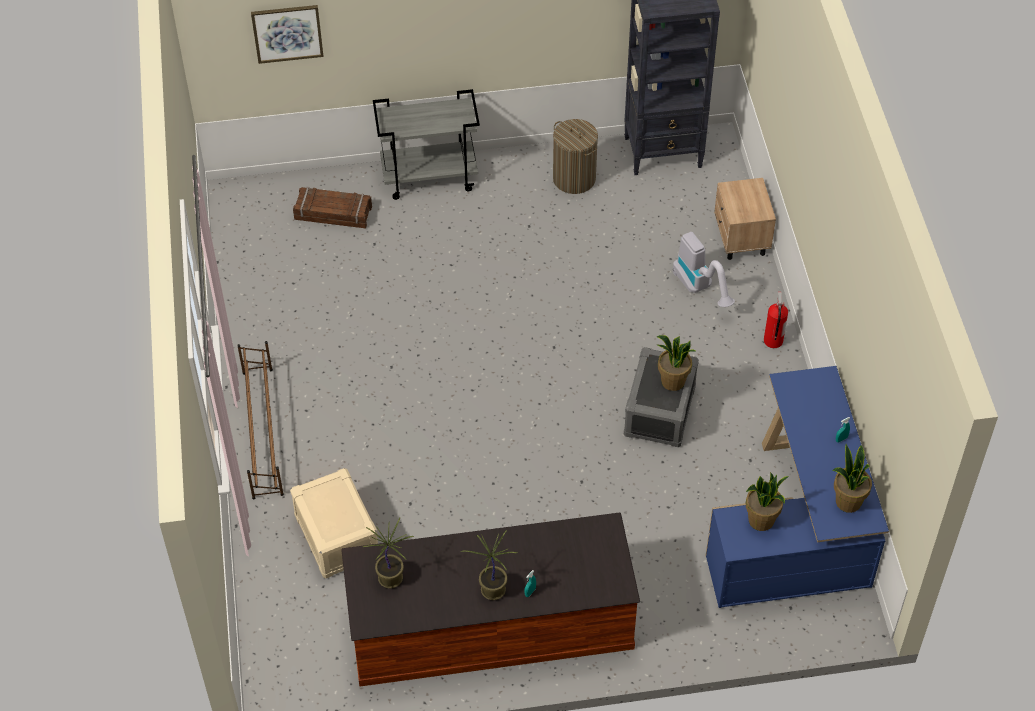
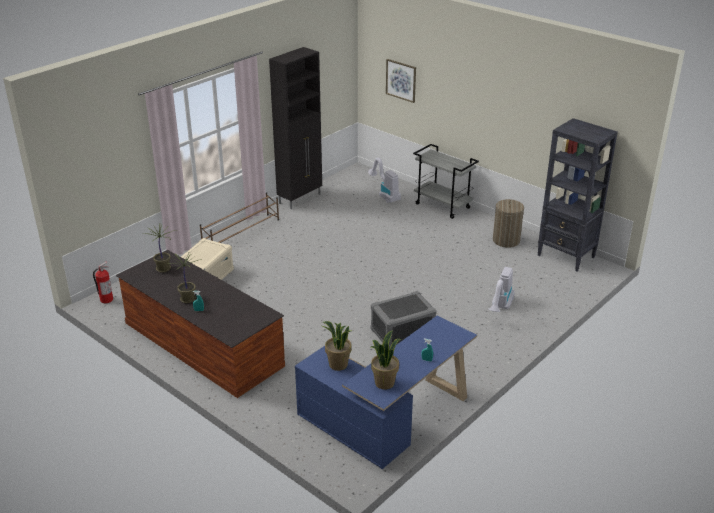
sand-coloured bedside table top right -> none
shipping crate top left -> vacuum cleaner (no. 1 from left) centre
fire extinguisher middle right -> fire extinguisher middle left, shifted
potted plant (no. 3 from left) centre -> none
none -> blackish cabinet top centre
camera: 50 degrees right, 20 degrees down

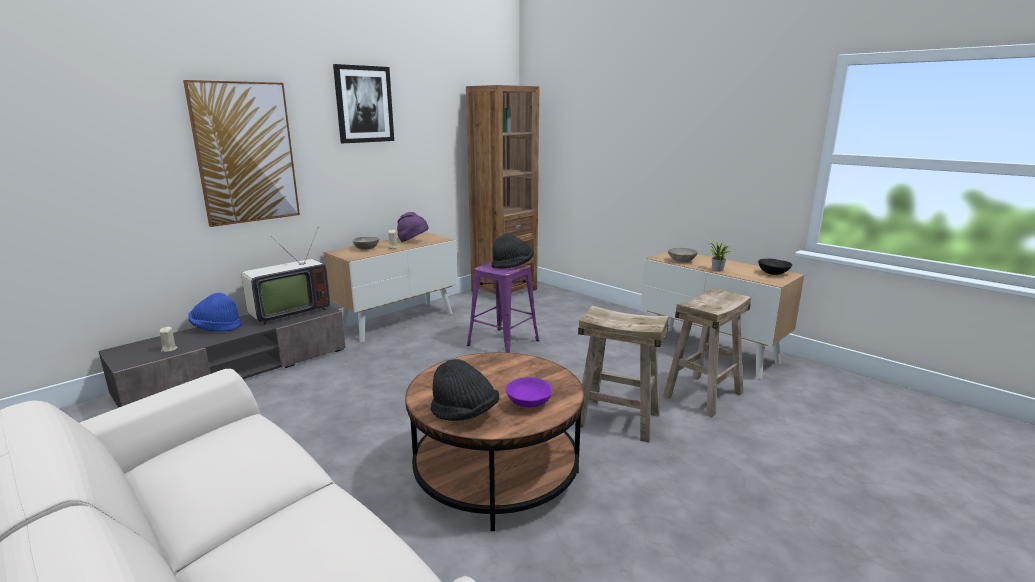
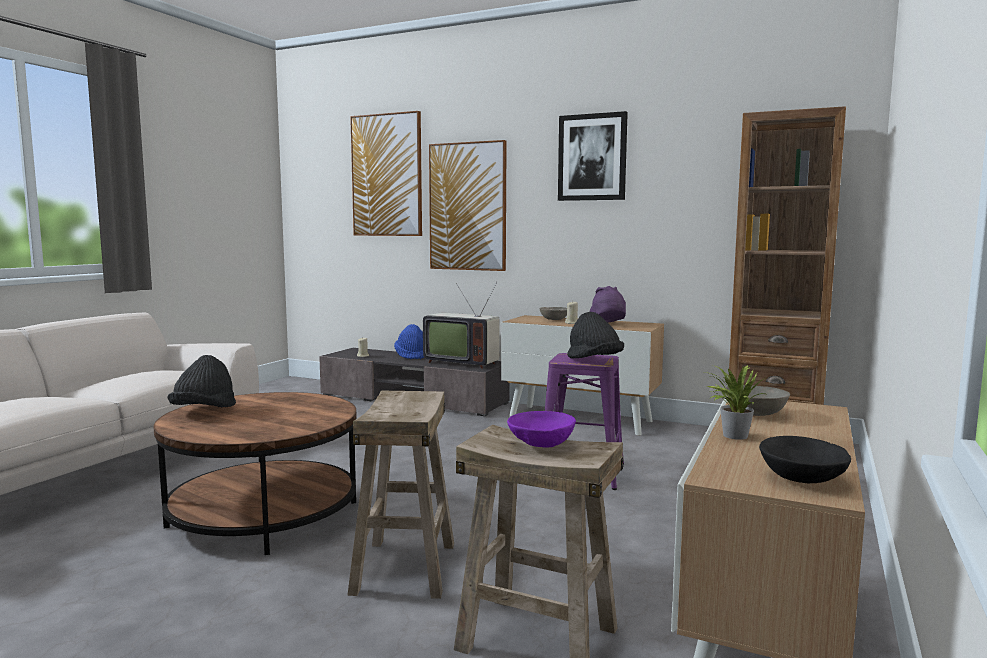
purple serving bowl bottom centre -> purple serving bowl centre, shifted
none -> picture (no. 1 from left) top centre
camera: 70 degrees right, 10 degrees down

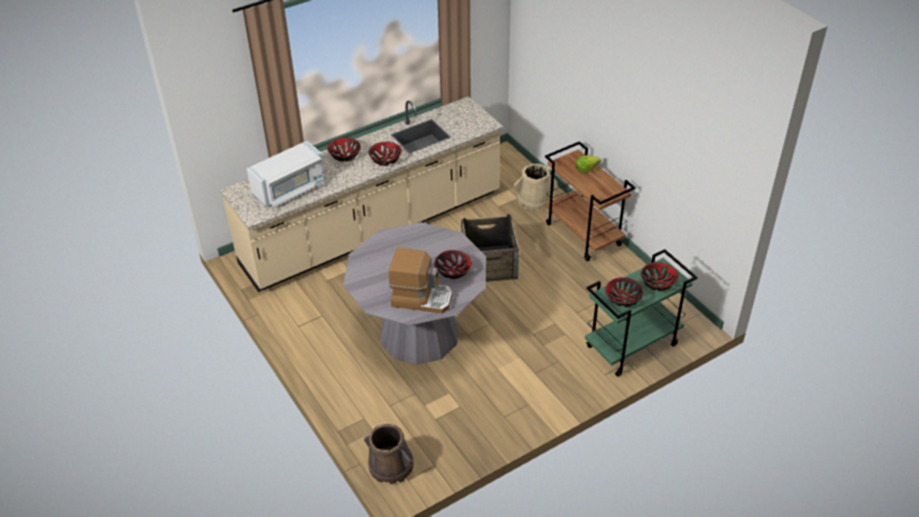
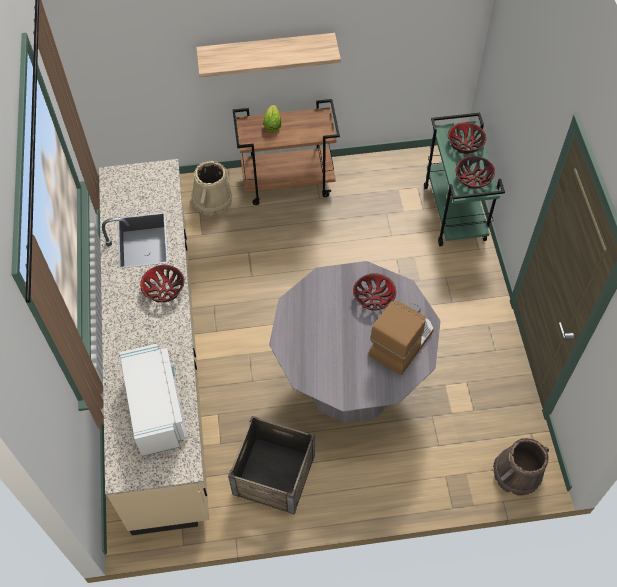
serving bowl (no. 1 from left) top centre -> none
shipping crate centre -> shipping crate bottom centre, shifted
none -> bracket shelf top centre
camera: 65 degrees left, 15 degrees up

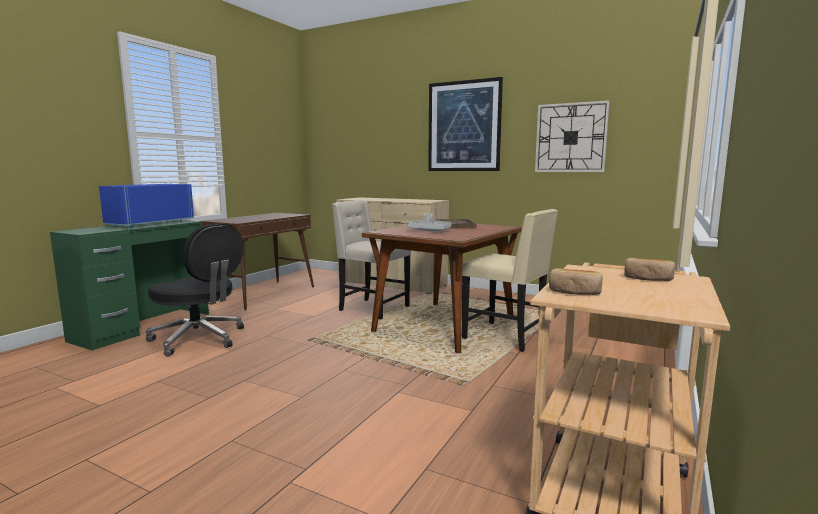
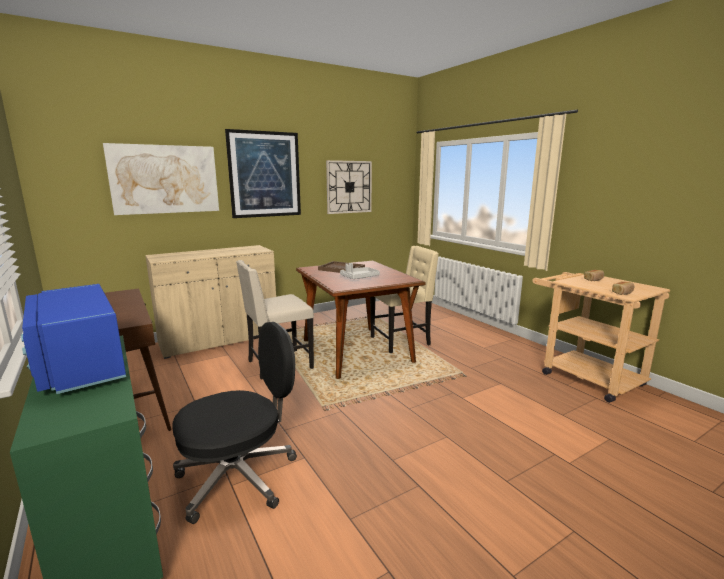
none -> picture (no. 1 from left) top left
camera: 60 degrees left, 5 degrees up

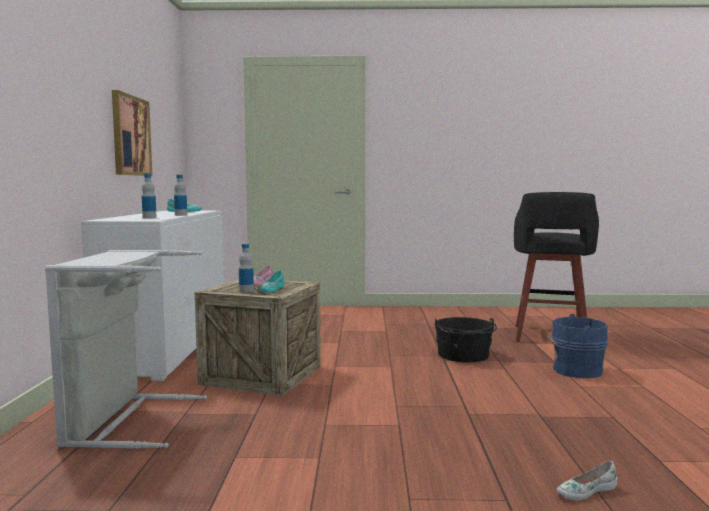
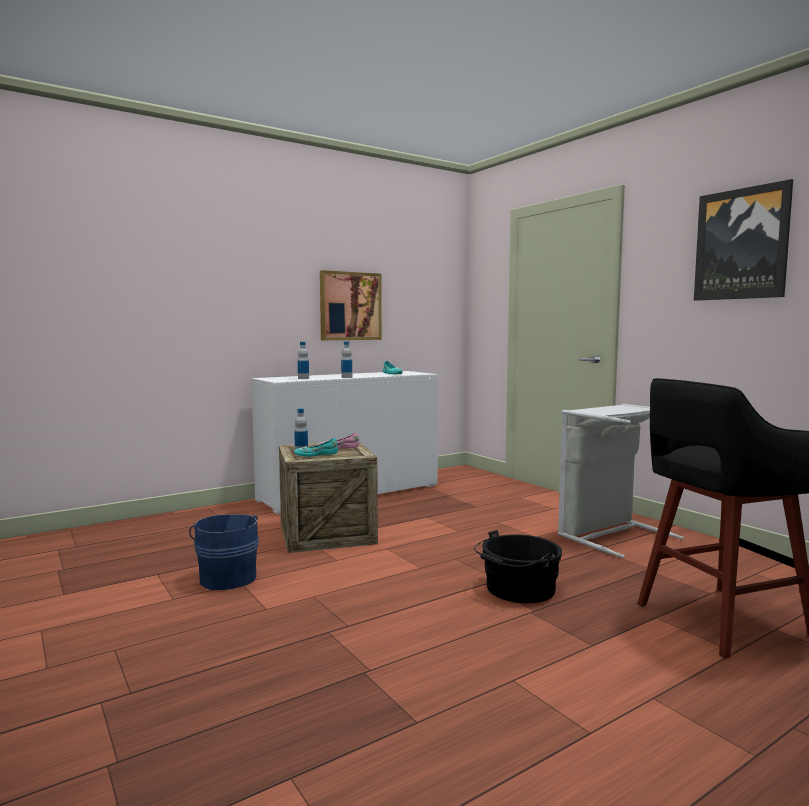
gray washing basket bottom left -> gray washing basket middle right, shifted
blue-coloured pail bottom right -> blue-coloured pail bottom left, shifted
white-coloured shoe bottom right -> none
none -> picture (no. 2 from left) top right
camera: 55 degrees right, 0 degrees up

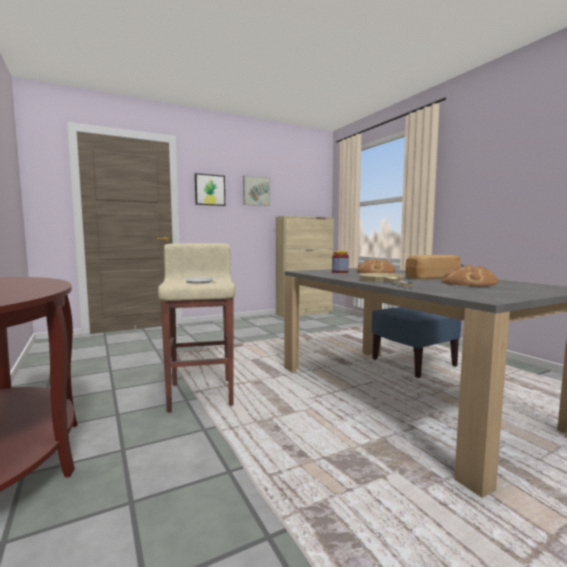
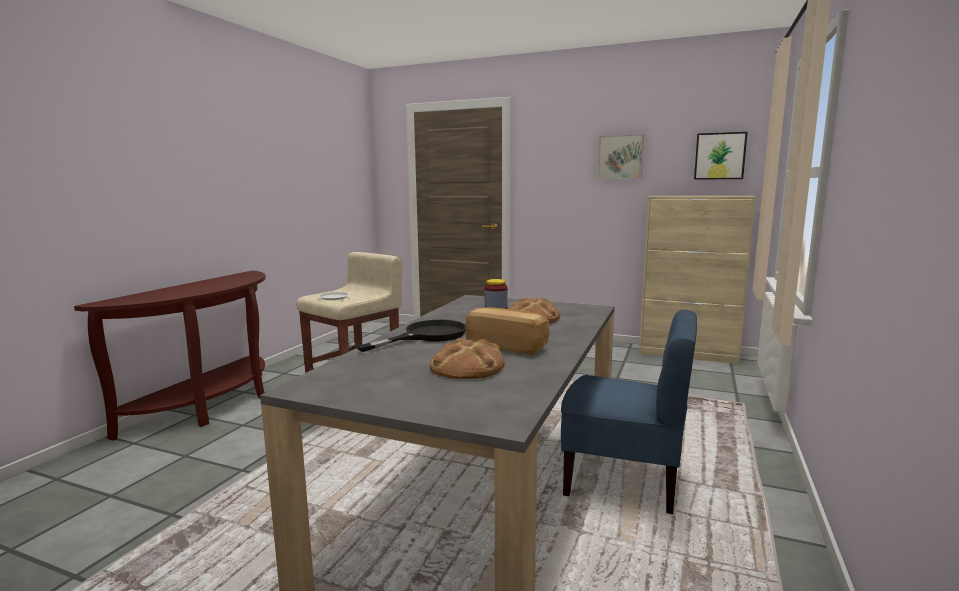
picture (no. 1 from left in the first image) centre -> picture (no. 2 from left) top right, shifted
sand-coloured skillet middle right -> blackish skillet centre
camera: 50 degrees right, 5 degrees up

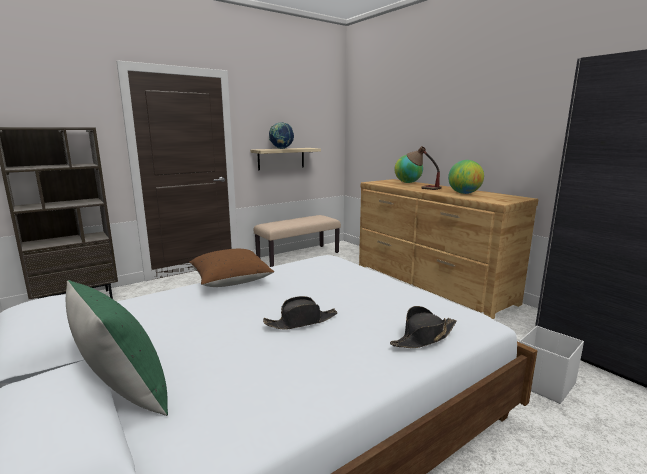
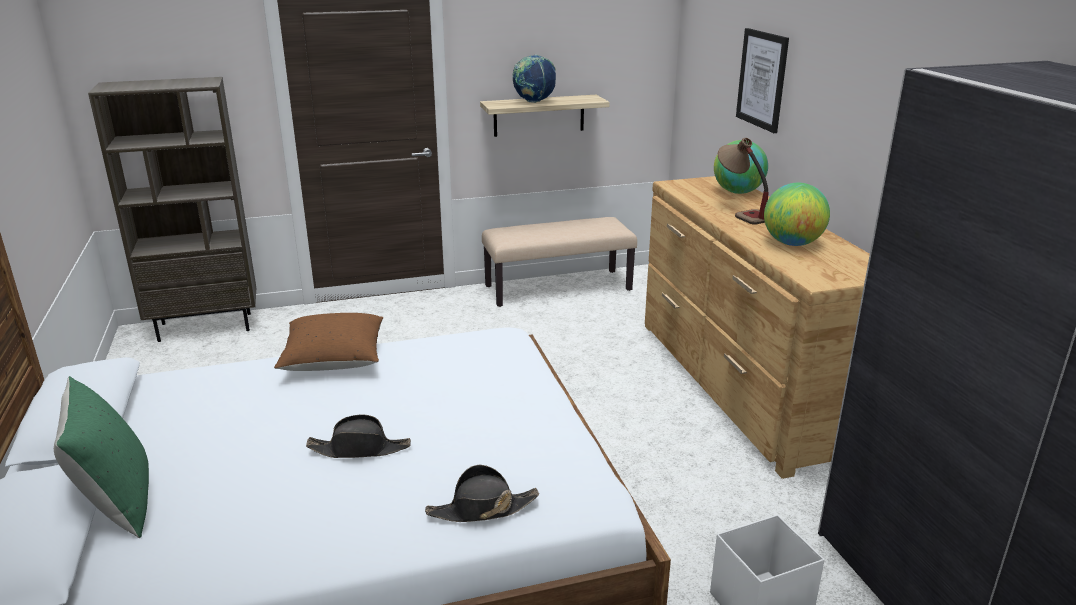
none -> picture top right
camera: 20 degrees right, 10 degrees up

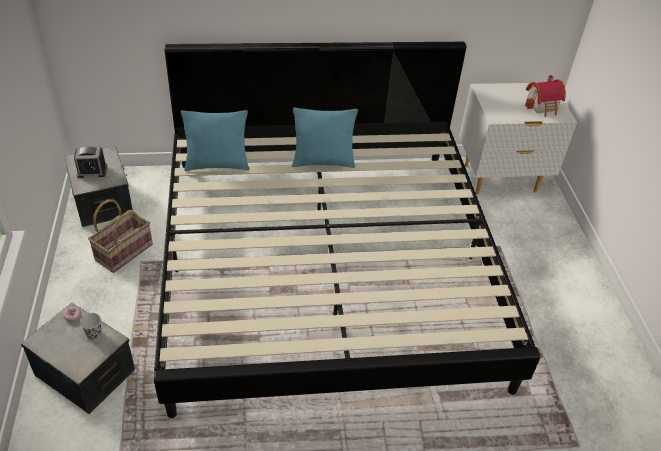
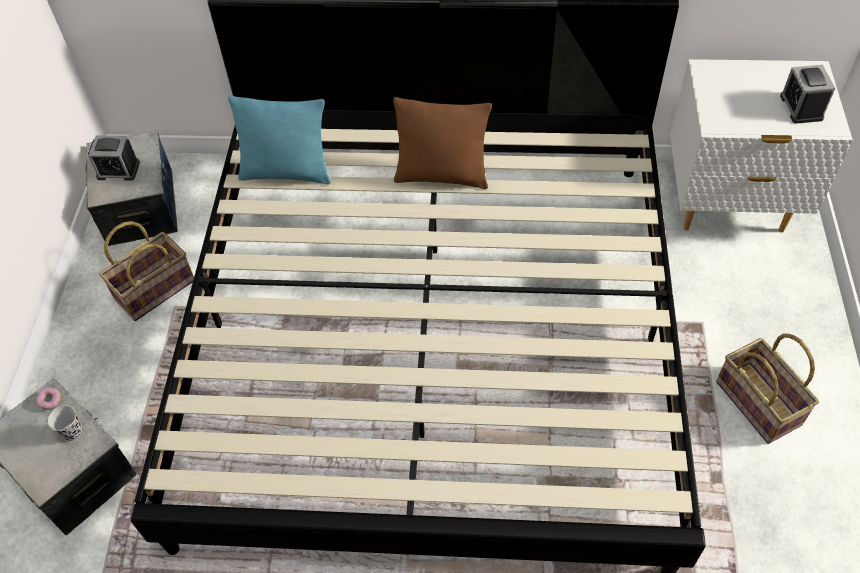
miniature house top right -> bedside clock (no. 2 from left) top right
blue-green pillow (no. 2 from left) top centre -> brownish pillow top centre
none -> household basket (no. 2 from left) bottom right
camera: 15 degrees right, 10 degrees up

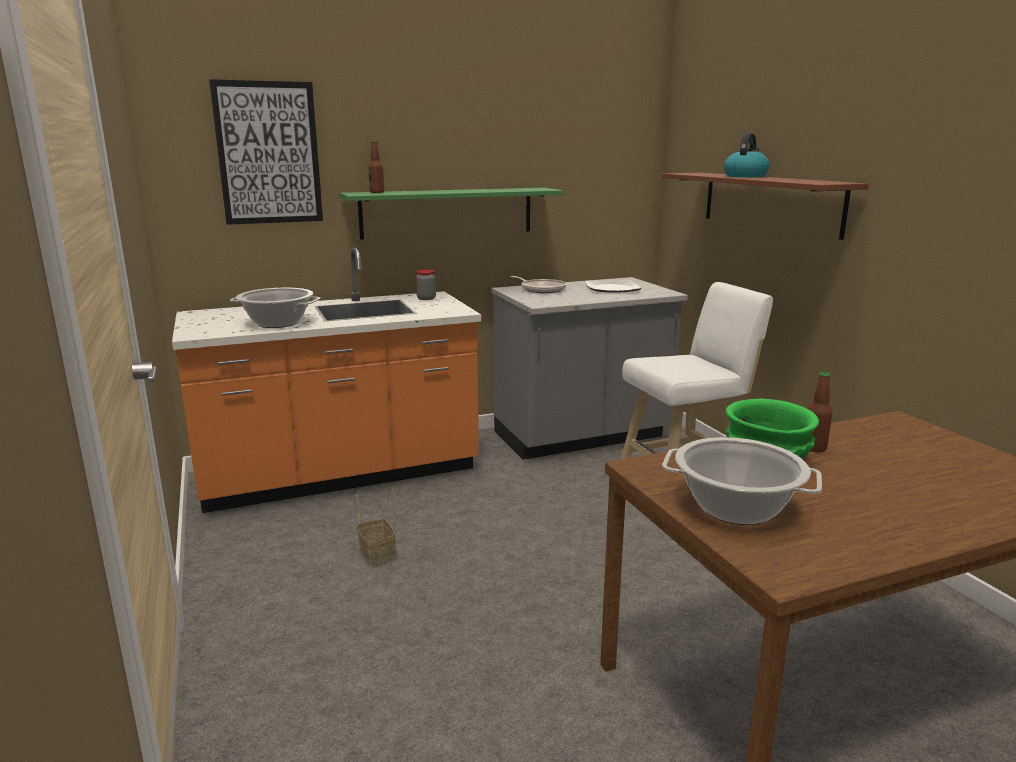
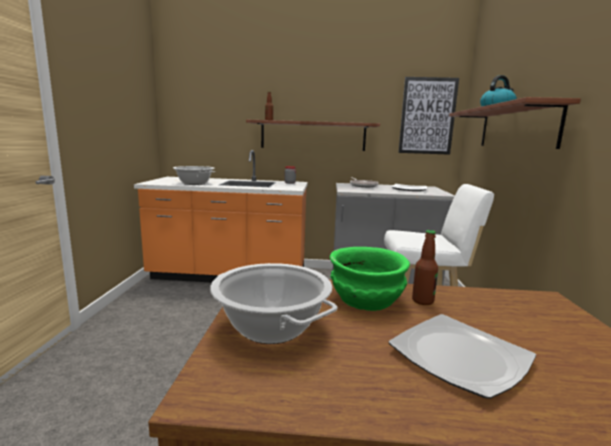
picture top left -> picture top right, shifted
greenish bracket shelf top centre -> brownish bracket shelf (no. 1 from left) top centre
household basket bottom centre -> none
none -> plate (no. 2 from left) bottom right
camera: 25 degrees right, 5 degrees down

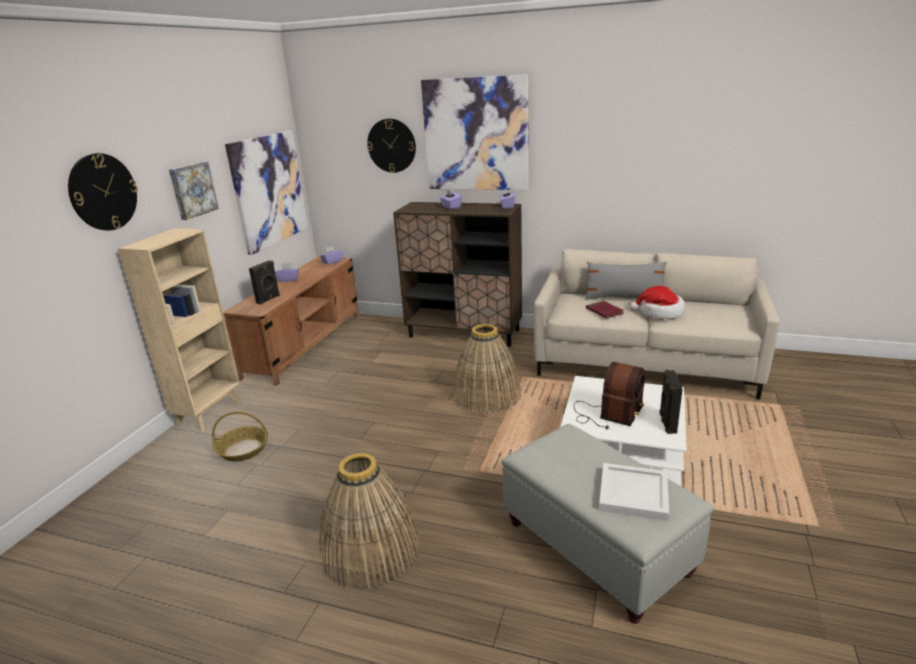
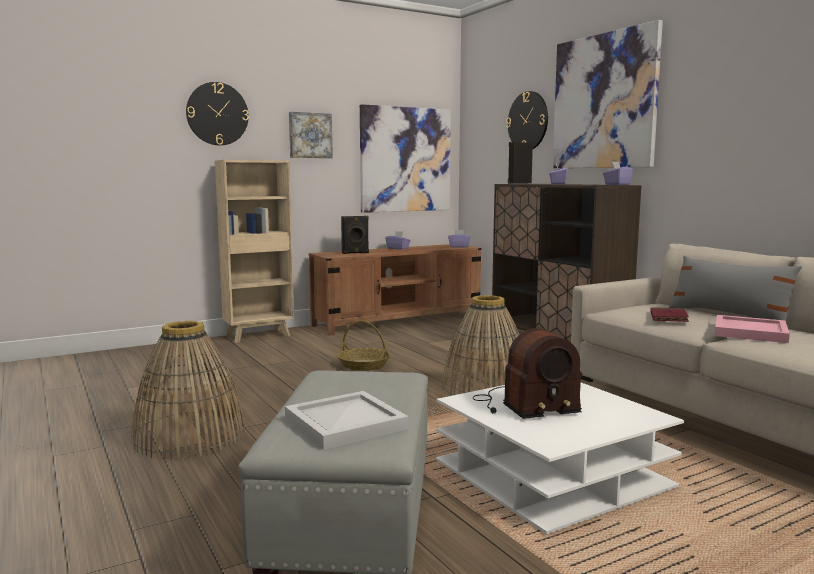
clothing hat middle right -> pink tray middle right
blackish speaker (no. 2 from left) middle right -> blackish speaker (no. 2 from left) top centre, shifted
household basket (no. 1 from left in the first image) middle left -> household basket (no. 2 from left) centre, shifted
camera: 40 degrees right, 15 degrees down

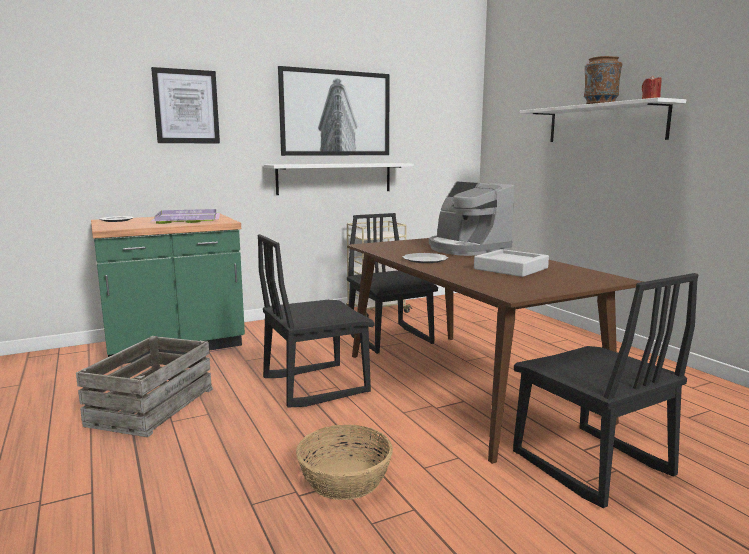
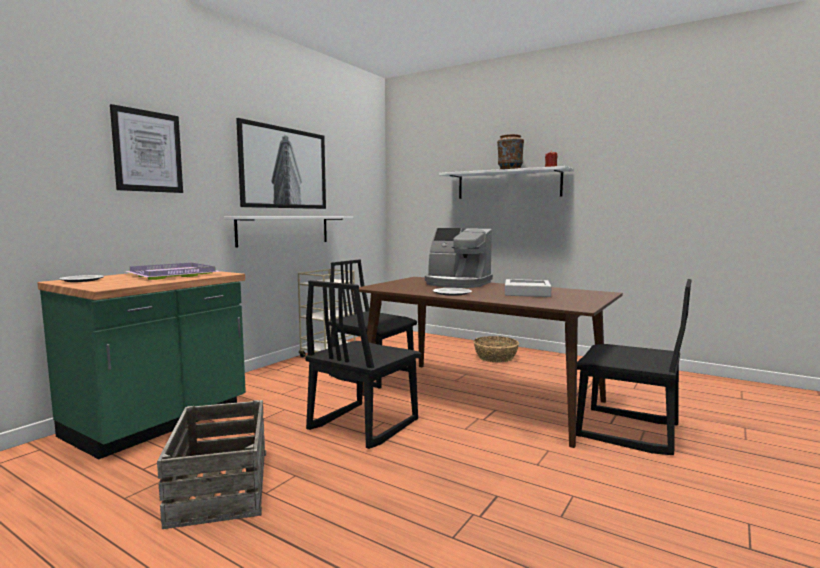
household basket bottom centre -> household basket centre, shifted
camera: 30 degrees left, 5 degrees down

